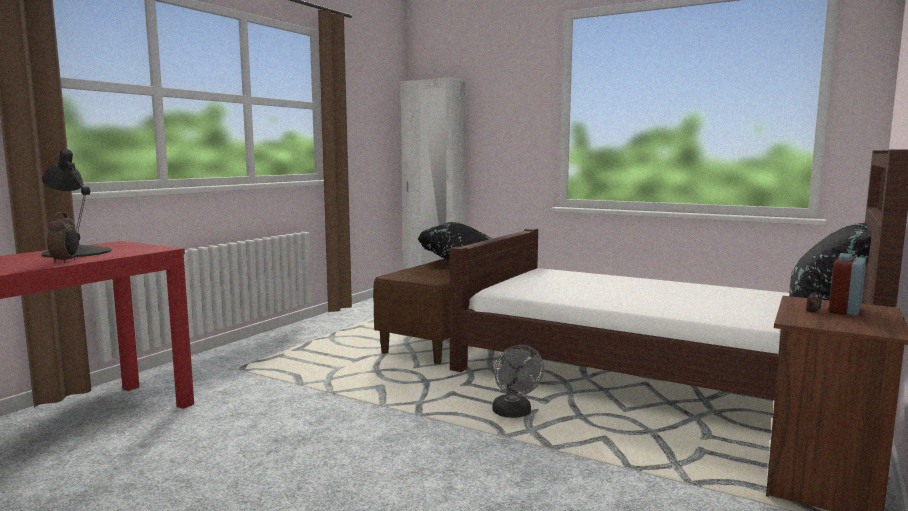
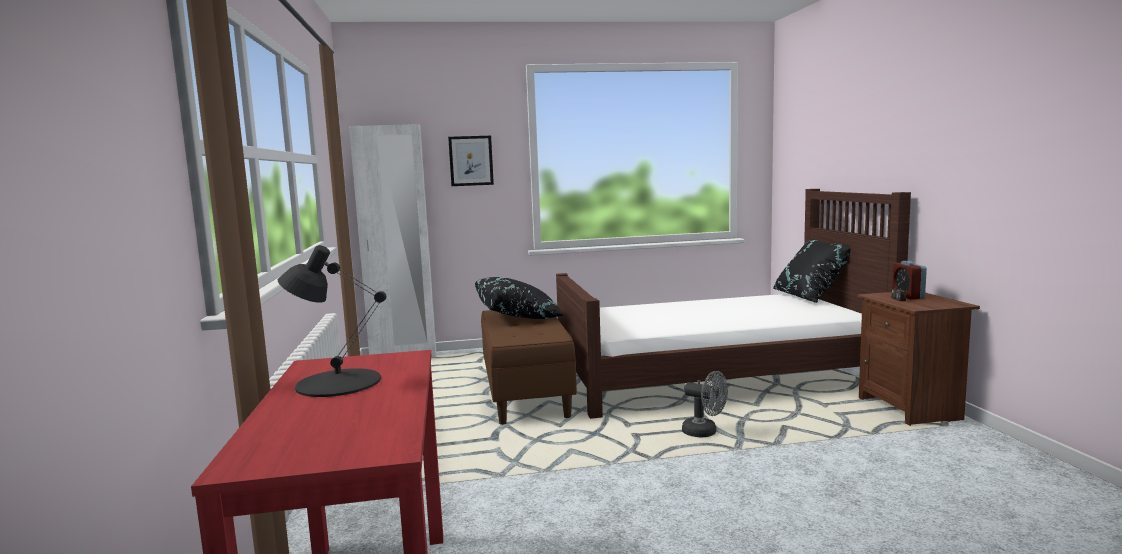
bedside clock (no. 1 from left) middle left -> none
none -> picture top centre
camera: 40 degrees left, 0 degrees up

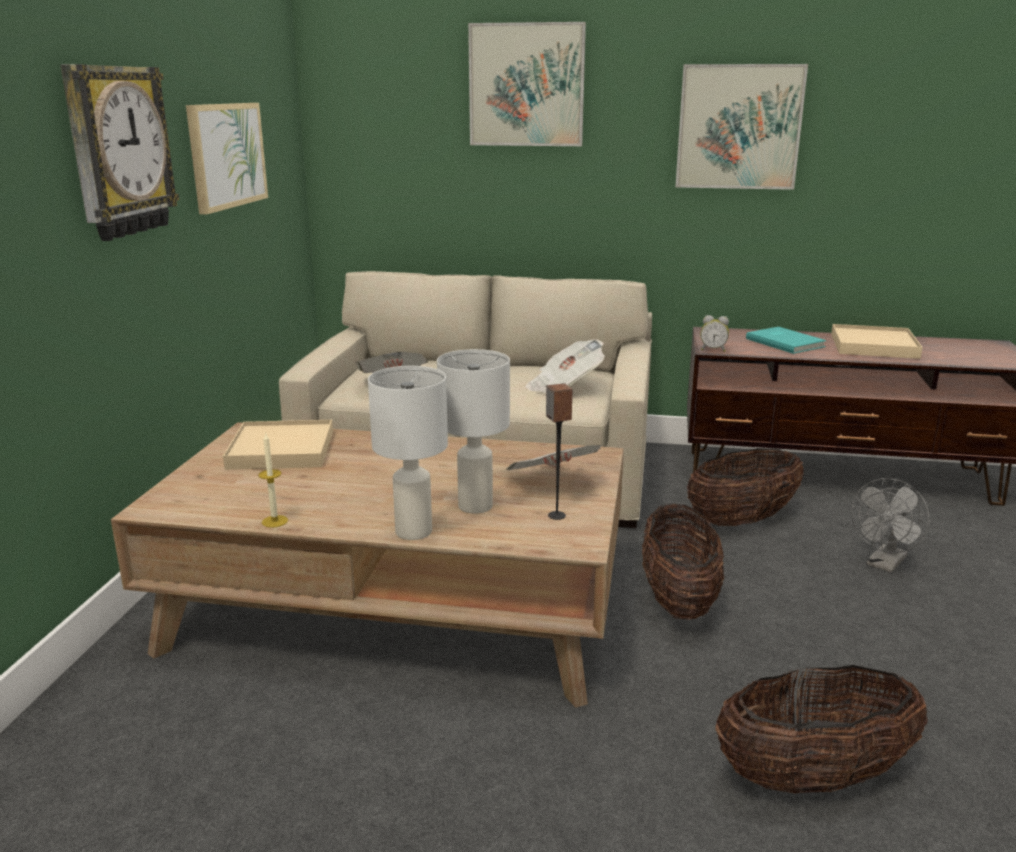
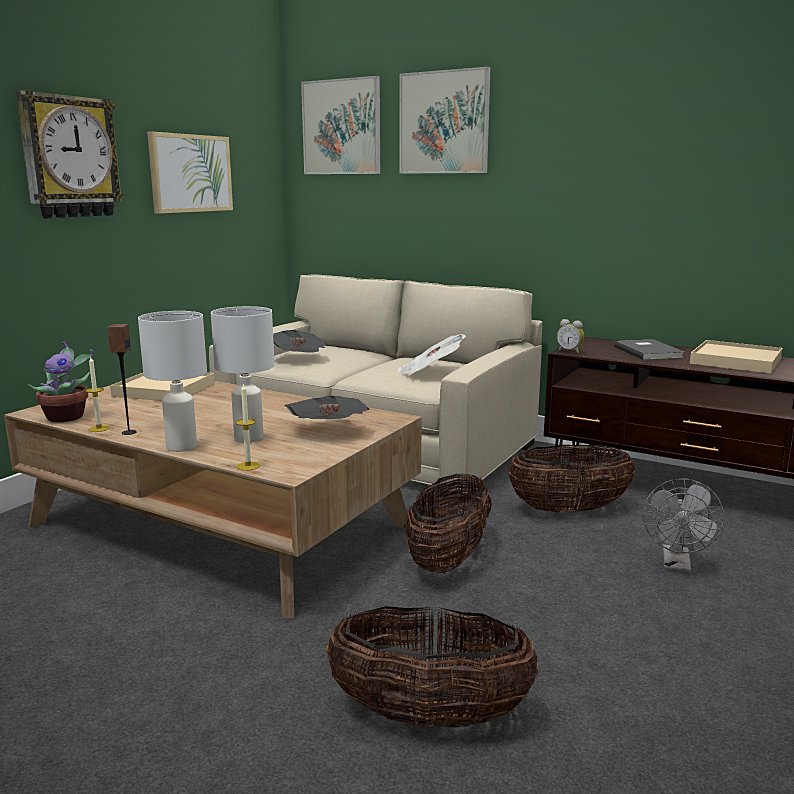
picture (no. 3 from left in the first image) top right -> picture (no. 2 from left) top centre, shifted
blue-green volume middle right -> gray volume middle right
speaker centre -> speaker middle left, shifted
gray electric fan middle right, 45 degrees counterclockwise
none -> potted plant middle left
none -> candle (no. 2 from left) middle left
camera: 20 degrees right, 5 degrees down

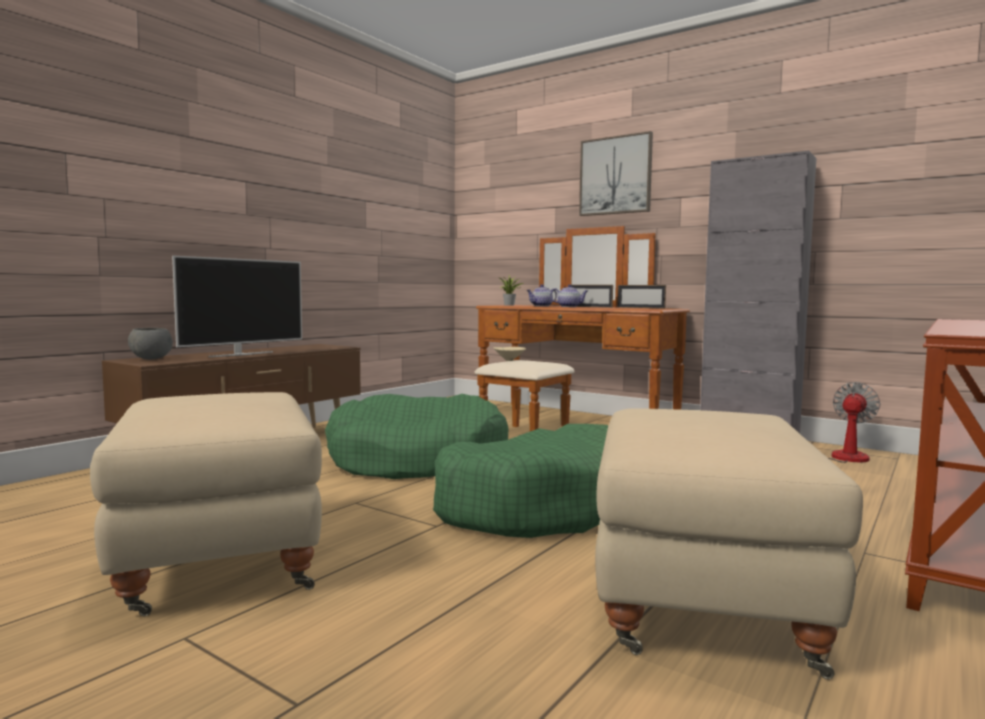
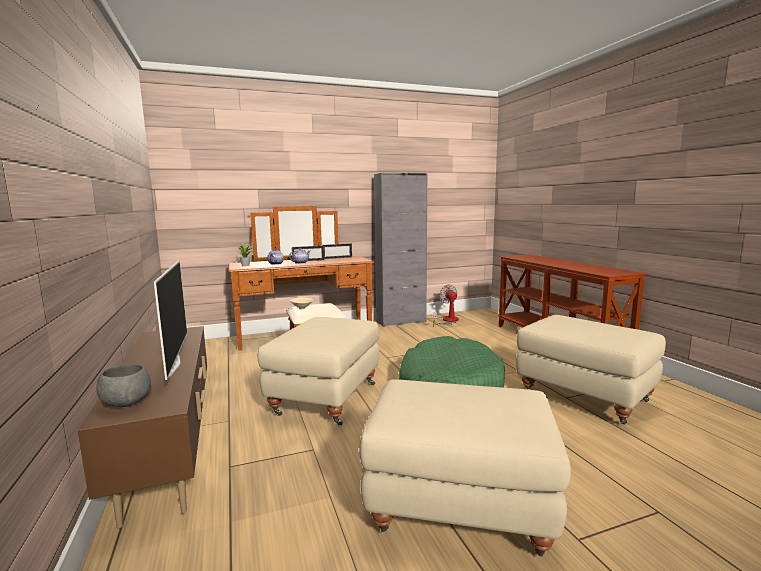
picture top centre -> none
greenish dog cushion (no. 1 from left) centre -> sand-coloured pouffe (no. 1 from left) centre
camera: 55 degrees left, 5 degrees up

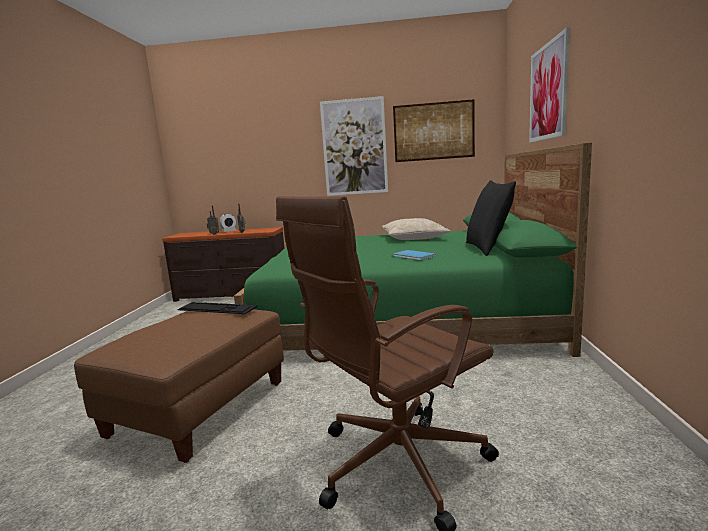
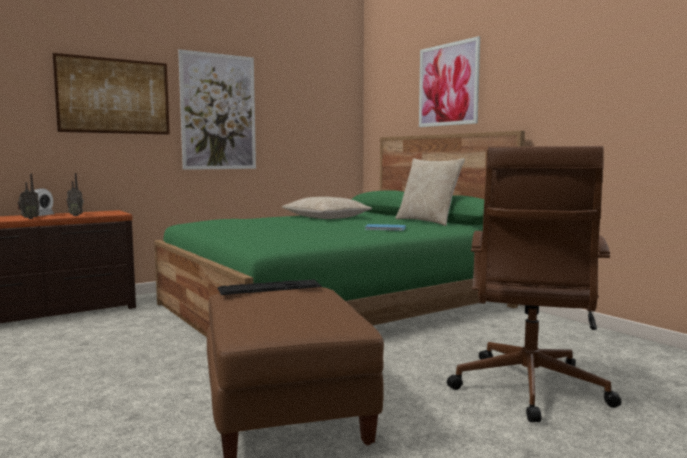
picture (no. 2 from left in the first image) top centre -> picture (no. 1 from left) top left, shifted
blackish pillow middle right -> sand-coloured pillow (no. 2 from left) centre
camera: 40 degrees left, 5 degrees down

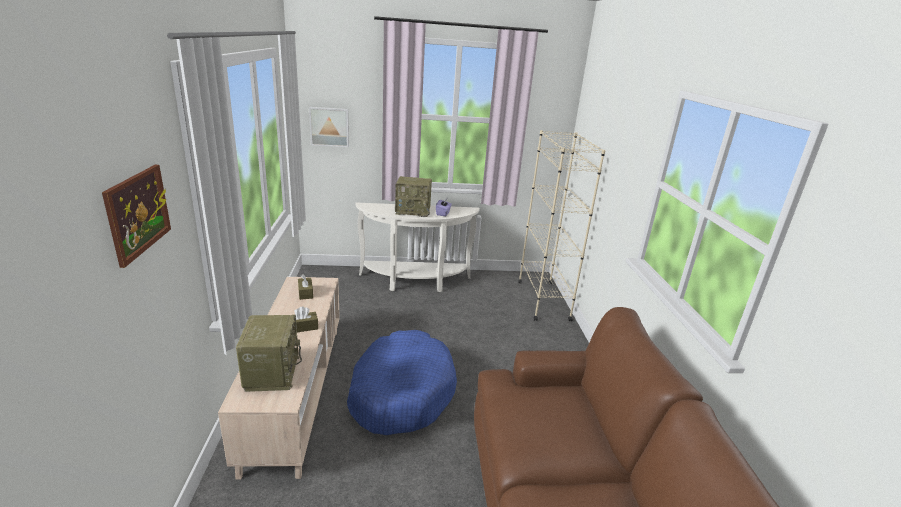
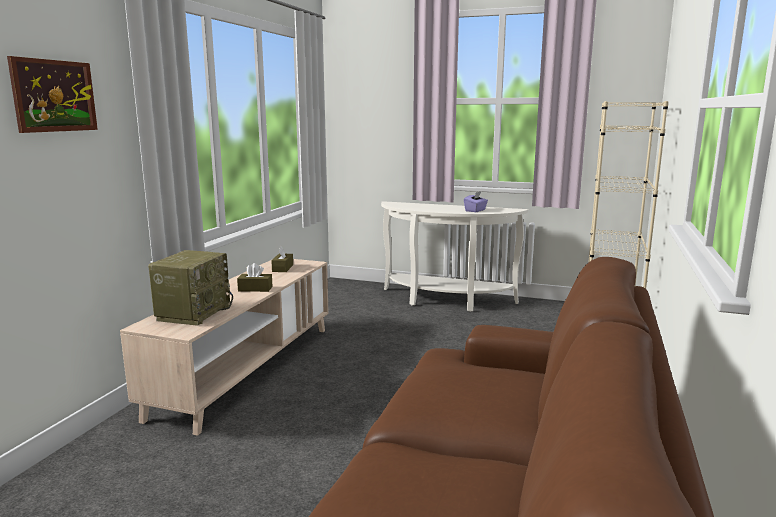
picture (no. 2 from left) top centre -> none
radio set (no. 2 from left) centre -> none
blue-coloured dog cushion bottom centre -> none
camera: 25 degrees right, 10 degrees down

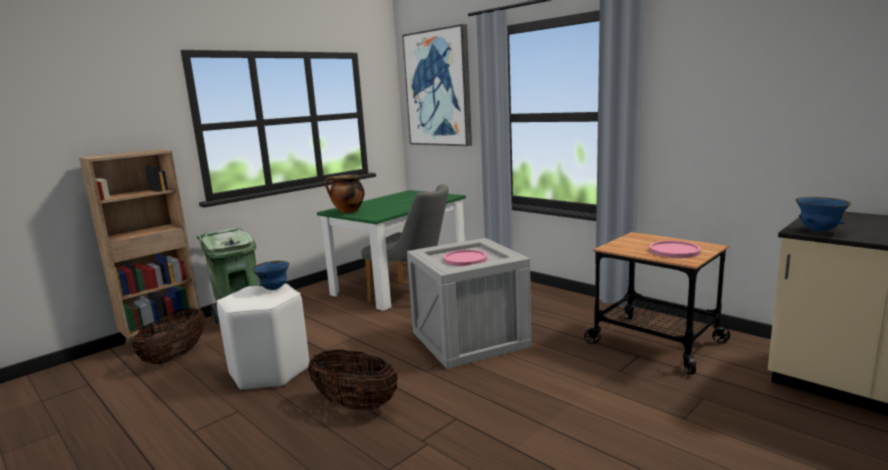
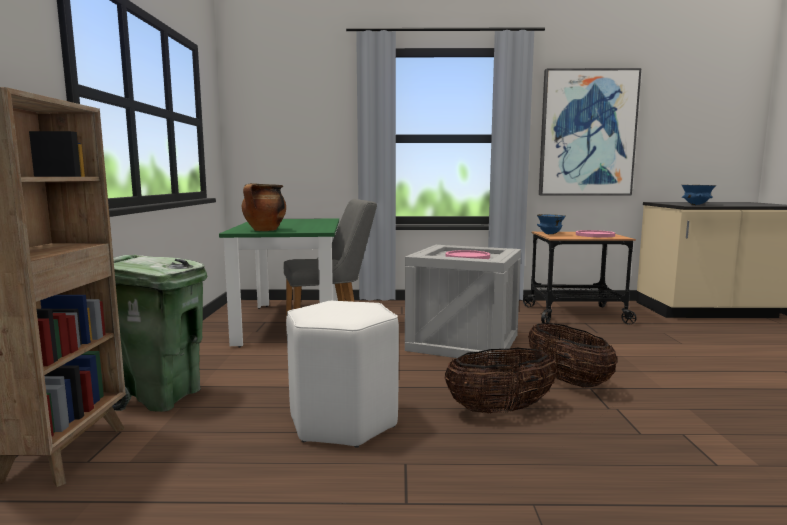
picture top centre -> picture top right, shifted
blue-coloured serving bowl (no. 1 from left) middle left -> blue-coloured serving bowl (no. 1 from left) middle right, shifted
household basket (no. 1 from left in the first image) bottom left -> household basket (no. 2 from left) bottom right, shifted
camera: 45 degrees left, 5 degrees down

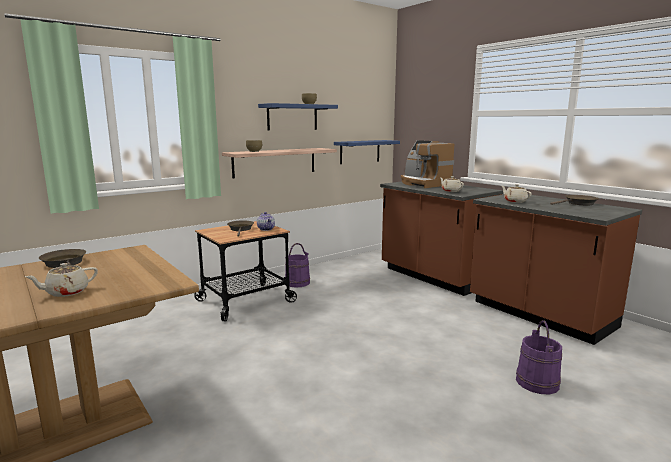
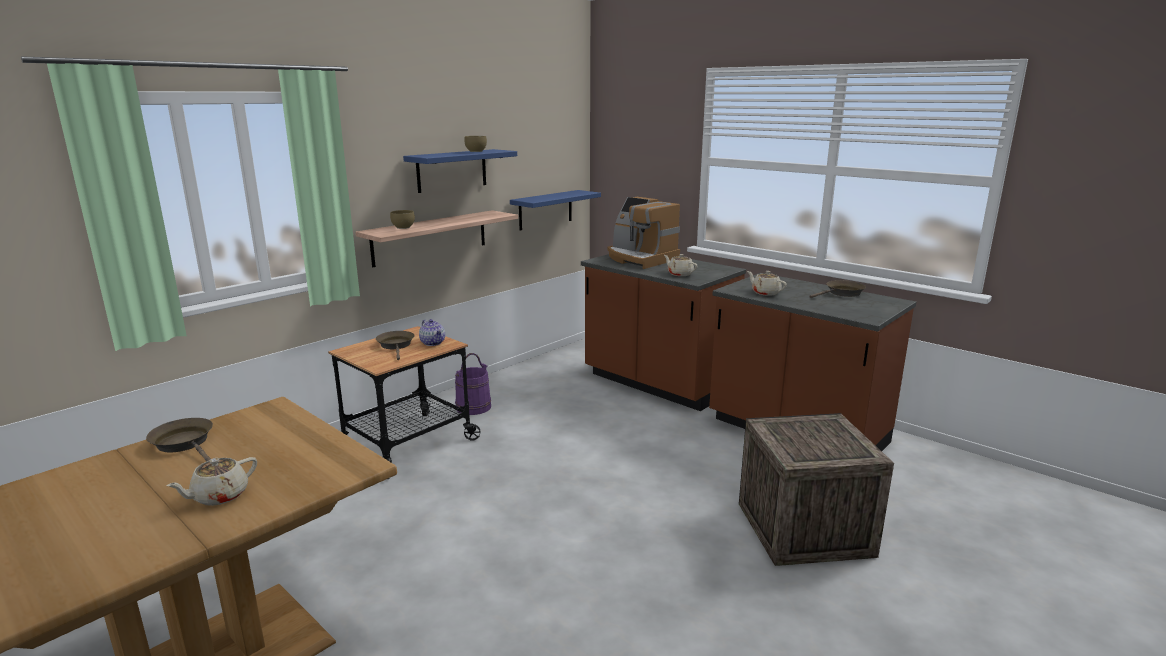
purple pail (no. 2 from left) bottom right -> shipping crate bottom right
camera: 10 degrees left, 5 degrees up

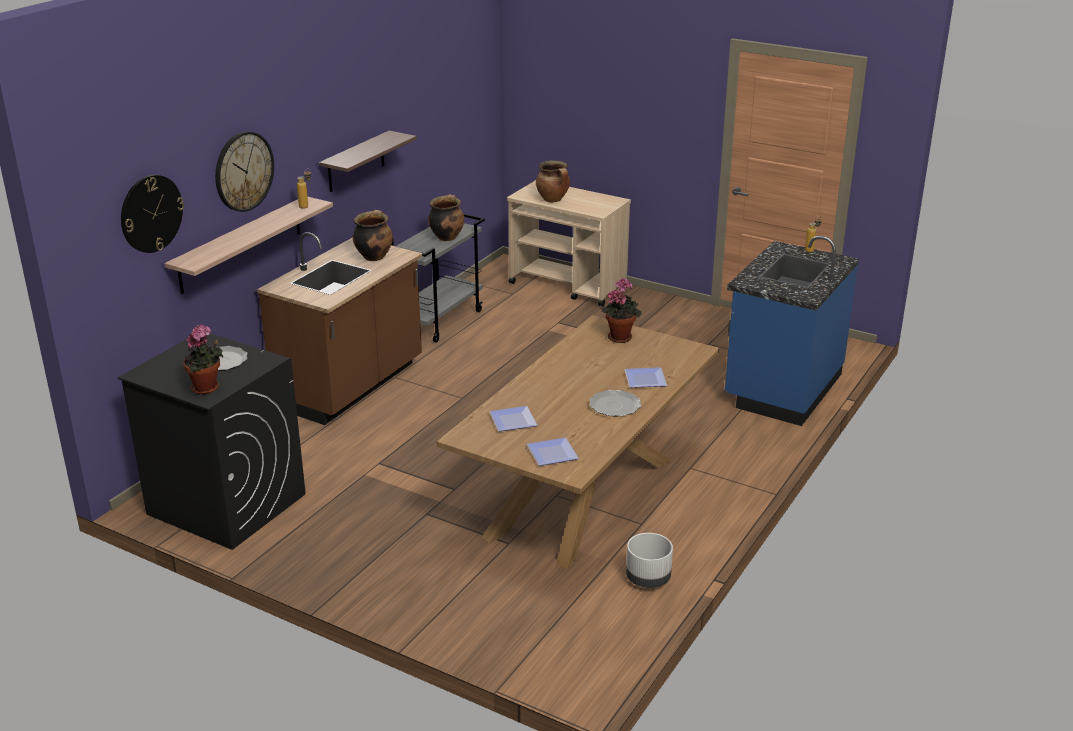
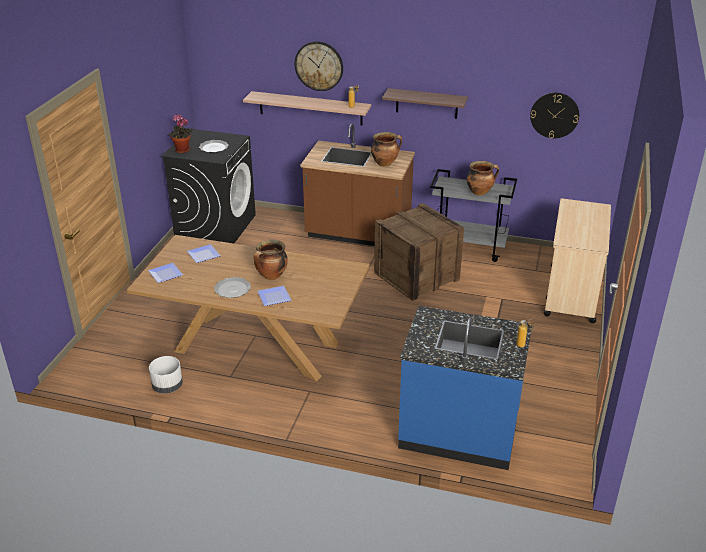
stockpot (no. 3 from left in the first image) top centre -> stockpot (no. 1 from left) centre, shifted
clock on the wall (no. 1 from left in the first image) top left -> clock on the wall (no. 2 from left) top right, shifted
potted plant (no. 2 from left) centre -> none
none -> shipping crate centre
camera: 75 degrees right, 5 degrees up

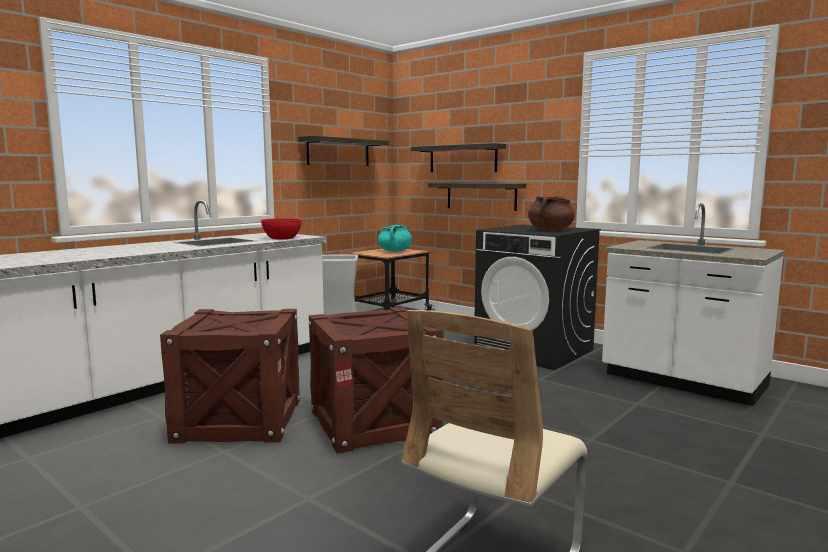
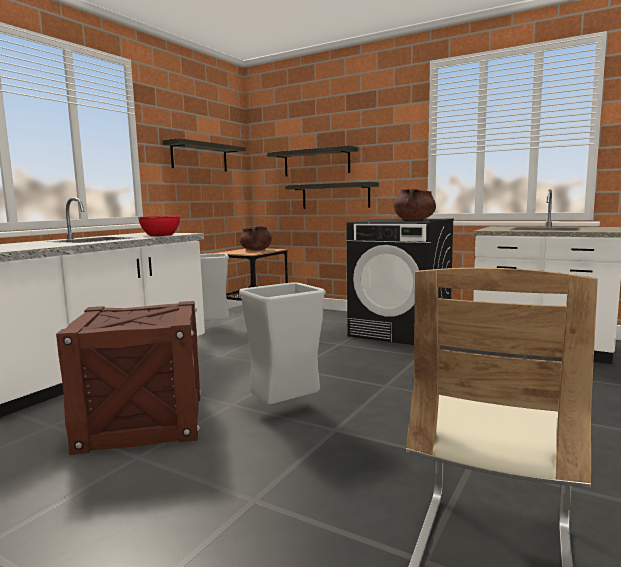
blue-green stockpot centre -> brownish stockpot (no. 1 from left) centre
shipping crate (no. 2 from left) bottom centre -> gray rubbish bin (no. 2 from left) centre
camera: 10 degrees left, 0 degrees up

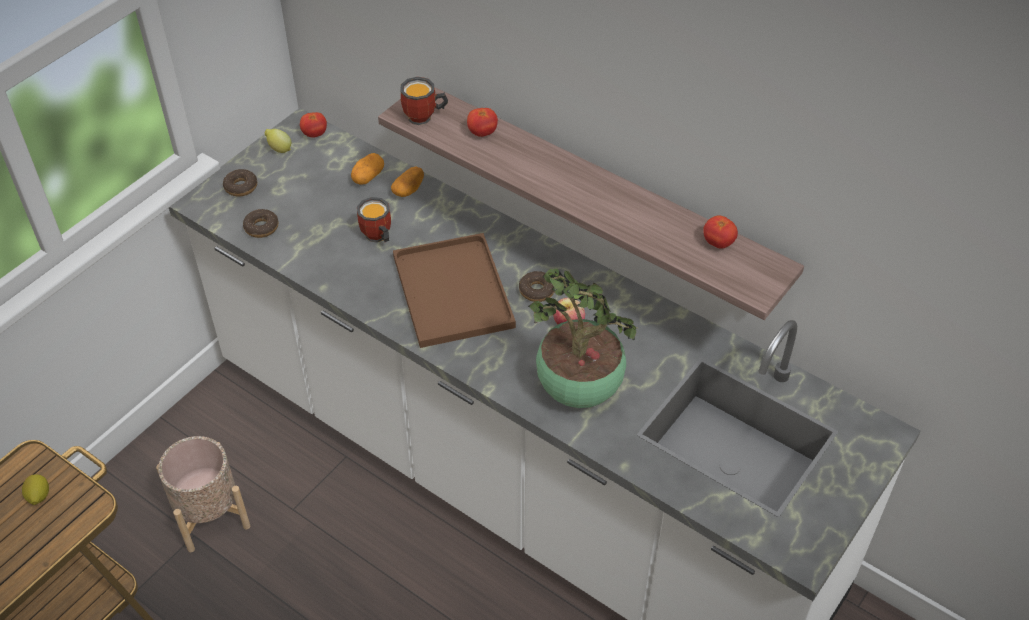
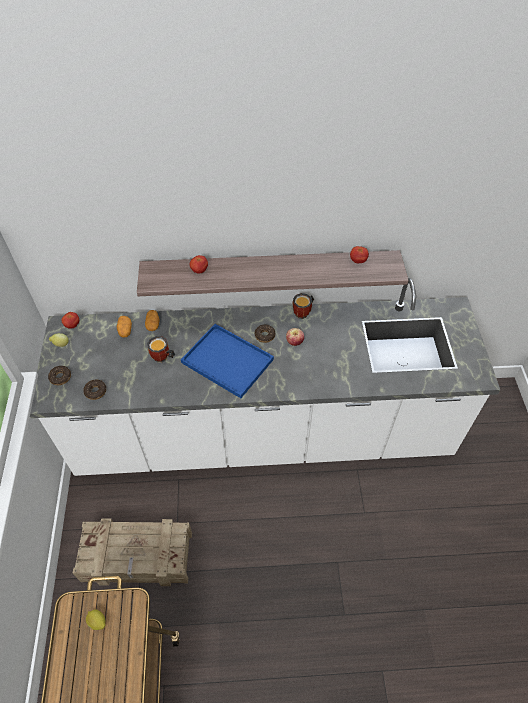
coffee mug (no. 2 from left) top centre -> coffee mug (no. 2 from left) centre, shifted
brownish tray centre -> blue-coloured tray centre
potted plant centre -> none
sand-coloured plant pot bottom left -> shipping crate bottom left
camera: 40 degrees left, 5 degrees up

